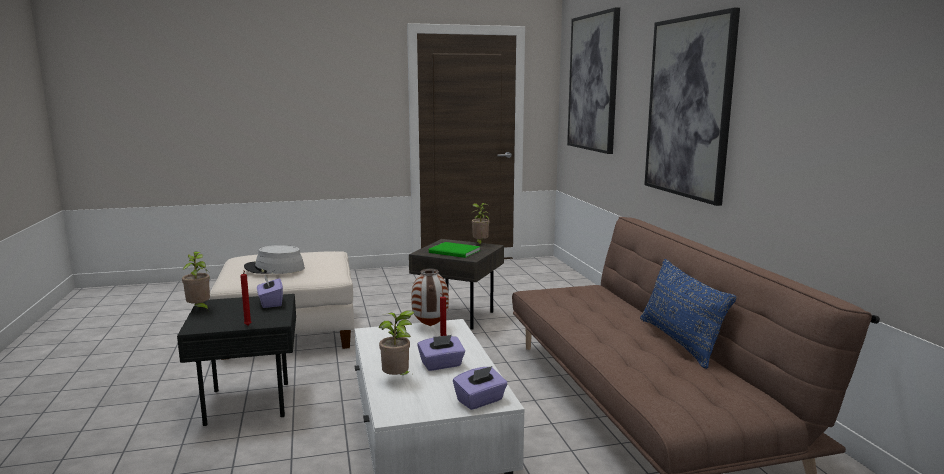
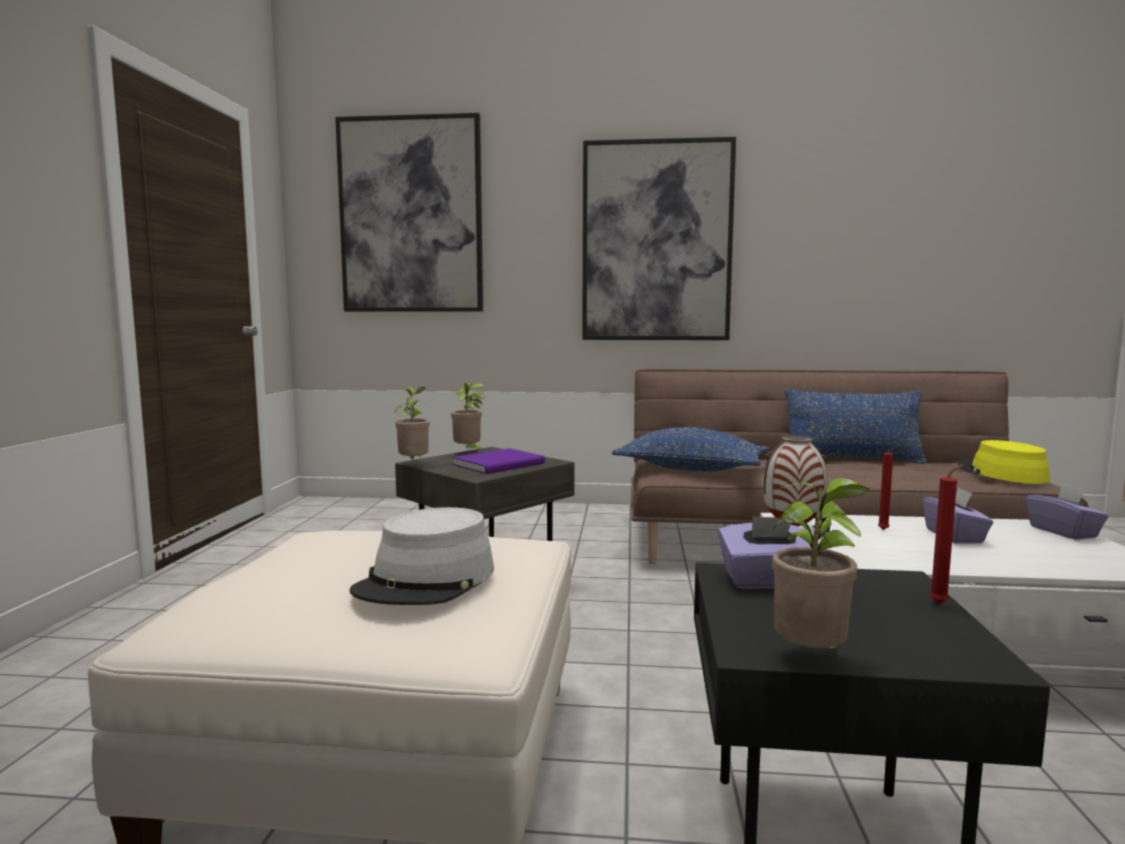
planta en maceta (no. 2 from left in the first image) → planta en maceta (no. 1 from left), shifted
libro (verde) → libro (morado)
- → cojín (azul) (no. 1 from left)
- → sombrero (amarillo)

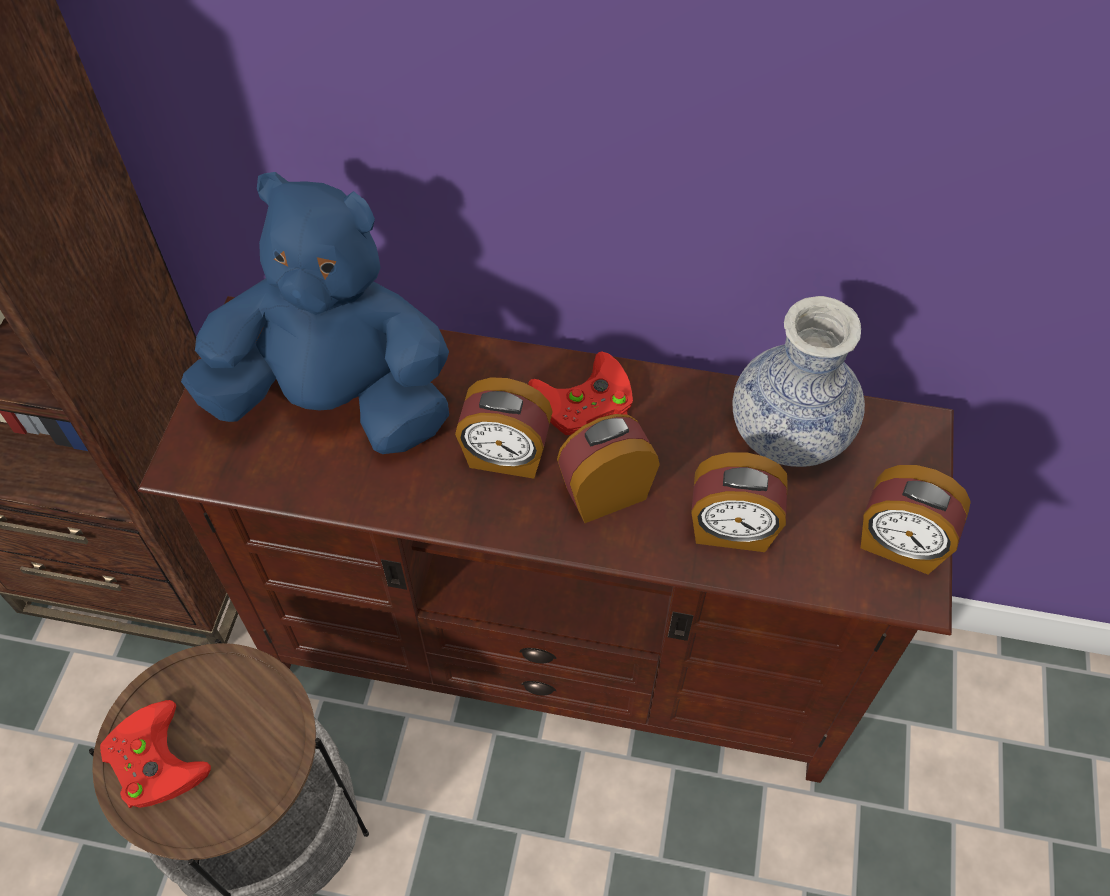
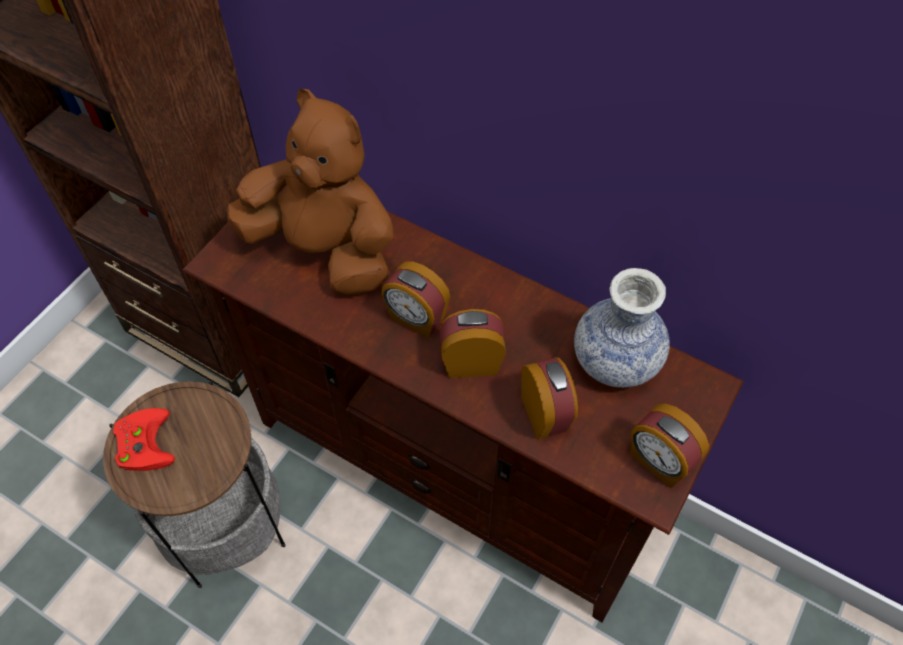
peluche (azul) → peluche (marrón)
mando de consola (rojo) (no. 2 from left) → -
despertador (no. 3 from left), 135 degrees counterclockwise

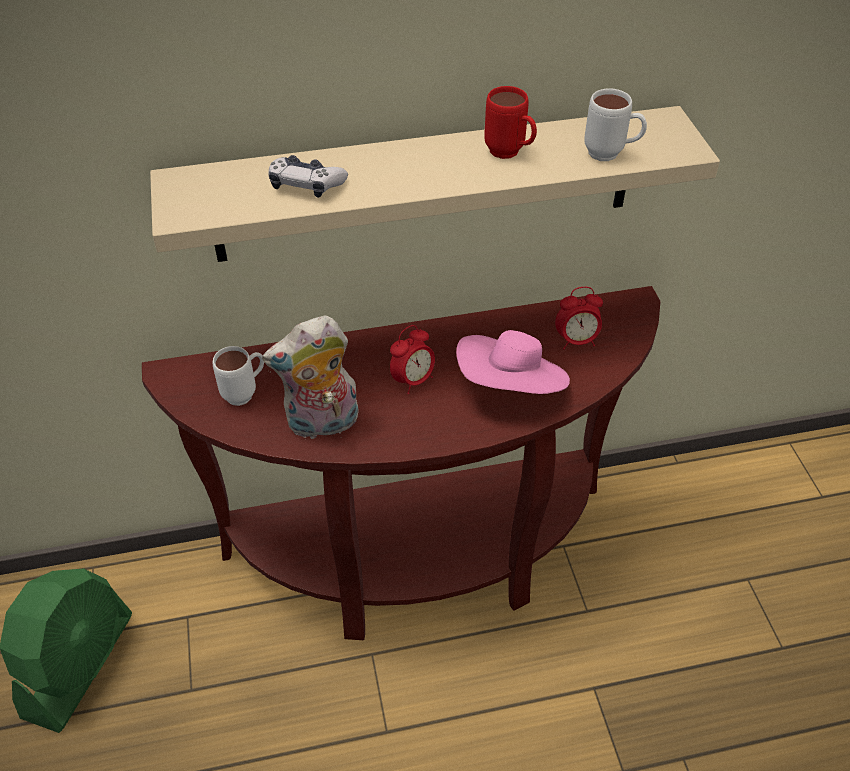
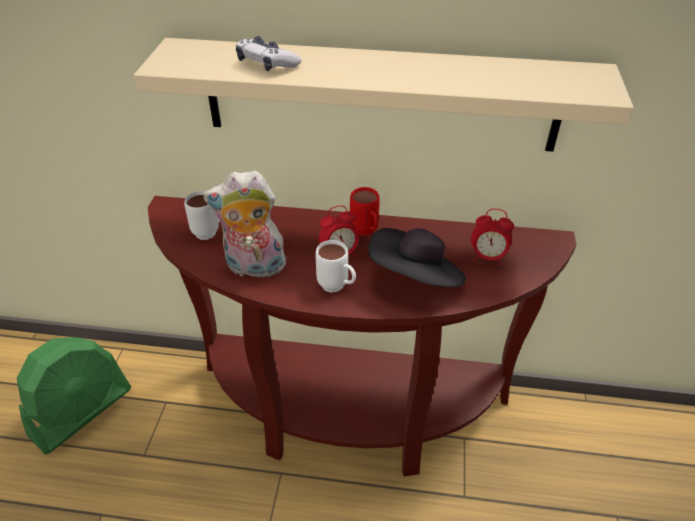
sombrero (rosa) → sombrero (negro)
taza grande (rojo), shifted
taza grande (blanco) (no. 2 from left), shifted

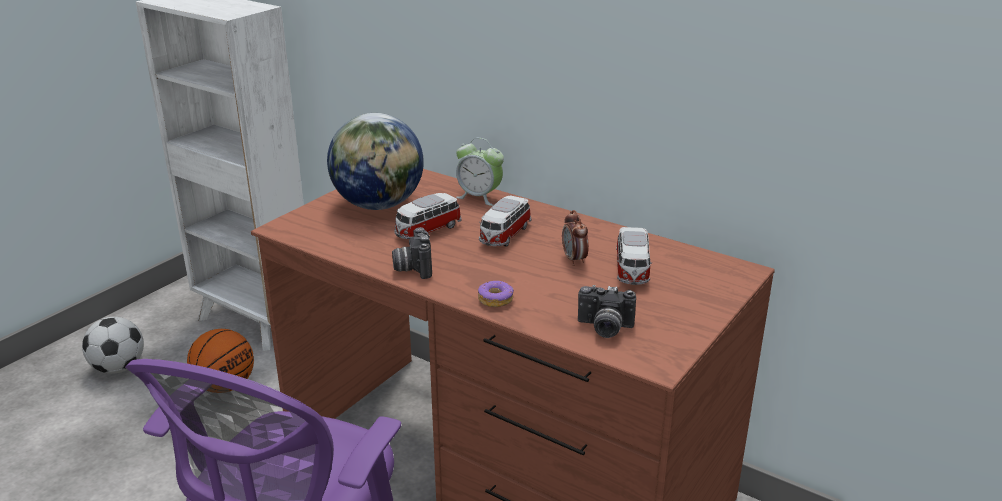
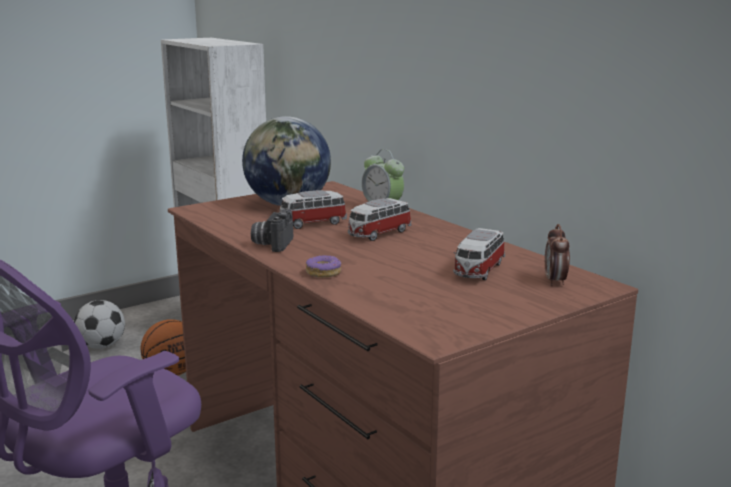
despertador (no. 2 from left), shifted
cámara (no. 2 from left) → -

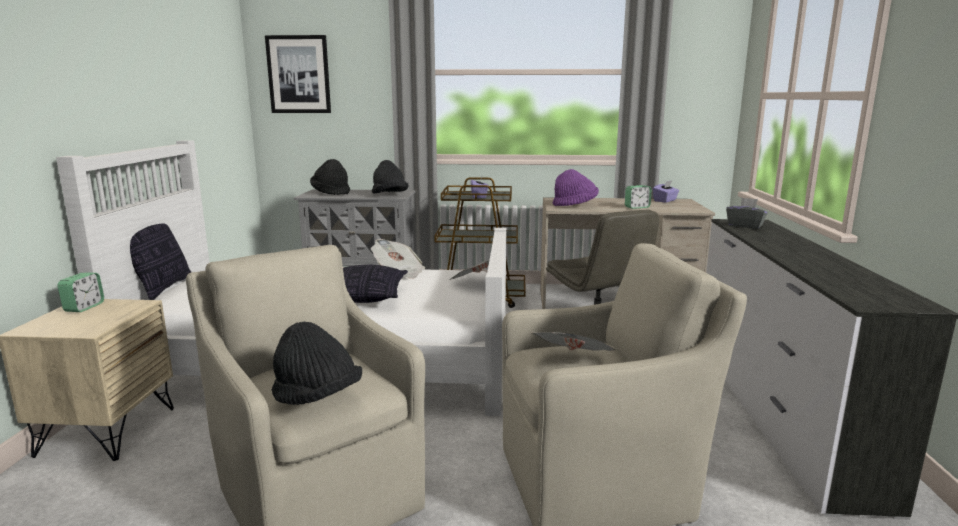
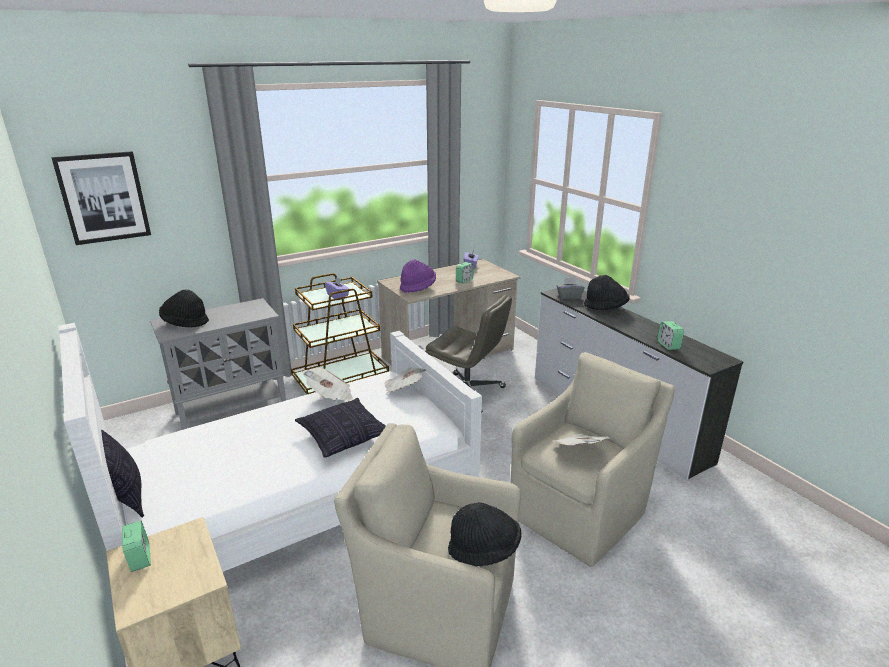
sombrero (negro) (no. 3 from left), shifted
- → despertador (no. 3 from left)

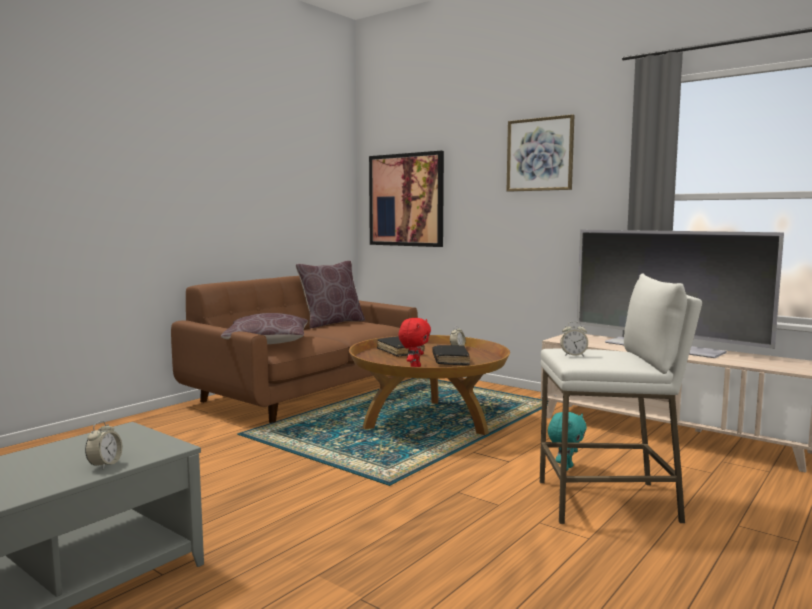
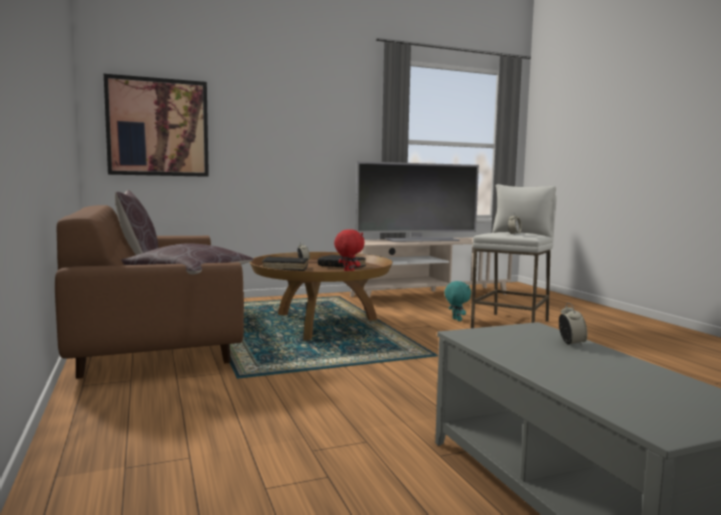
despertador (no. 1 from left in the first image) → despertador (no. 3 from left), 45 degrees clockwise
cuadro (no. 2 from left) → -

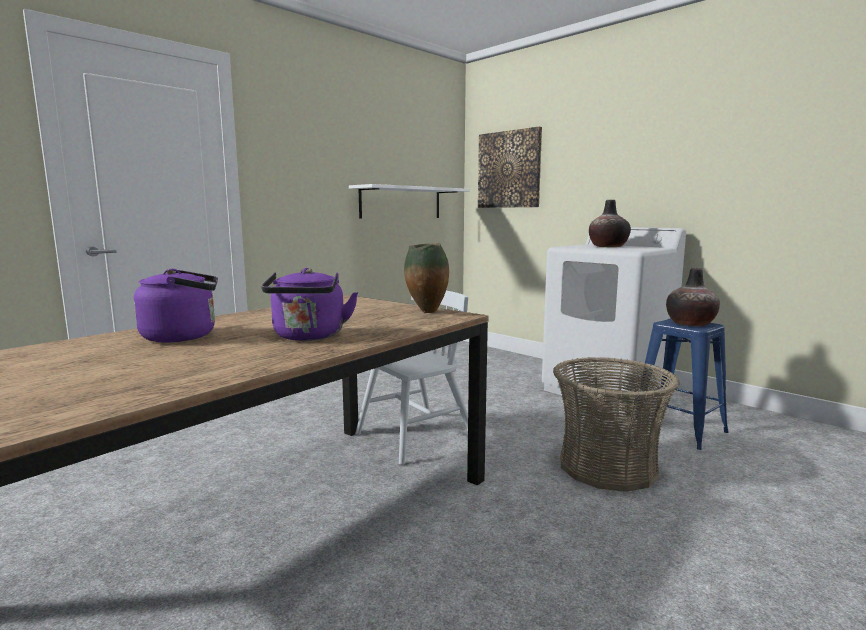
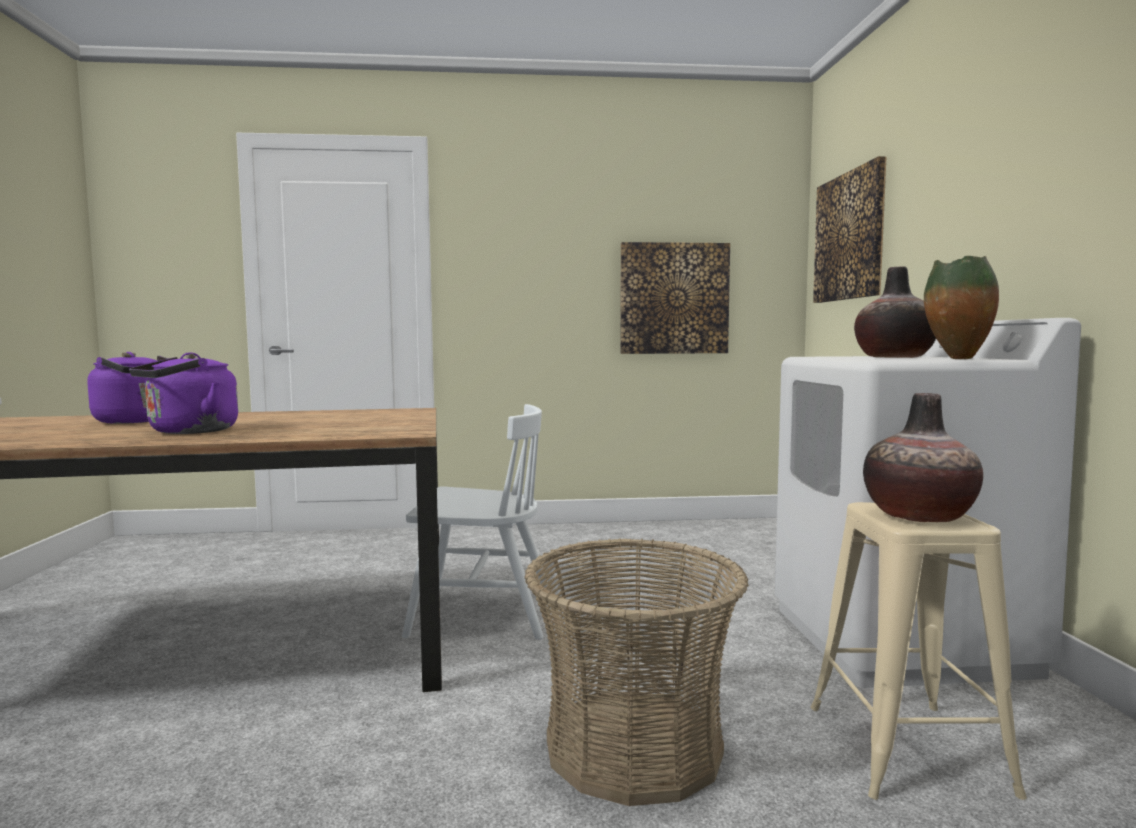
estante (blanco) → cuadro (no. 1 from left)
florero (no. 1 from left in the first image) → florero (no. 3 from left), shifted
taburete (azul) → taburete (beis)

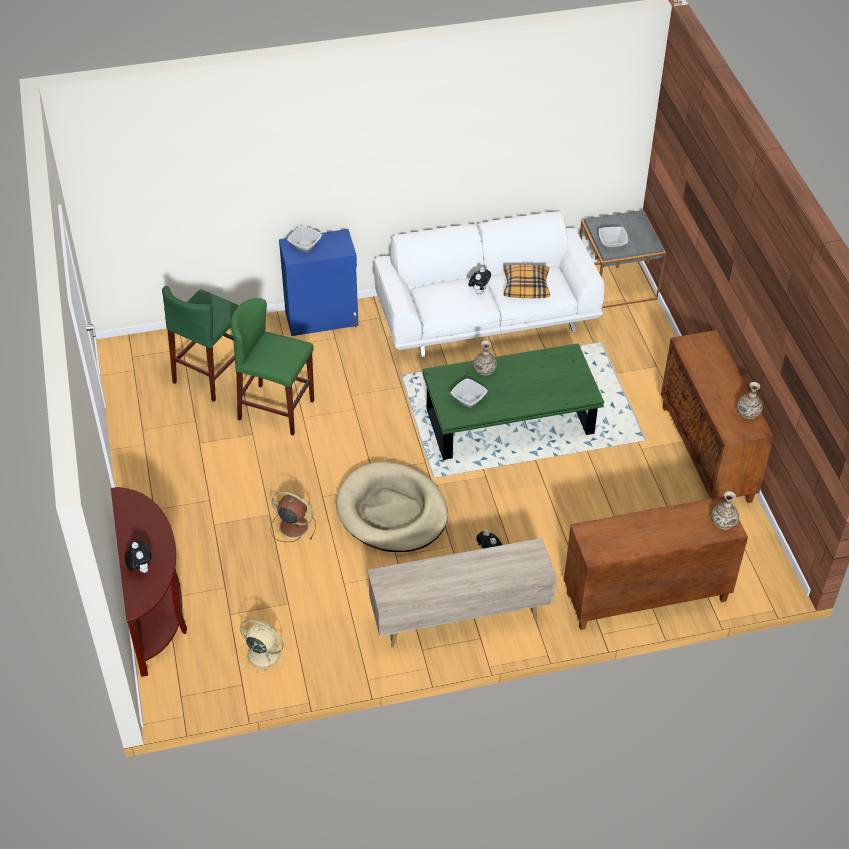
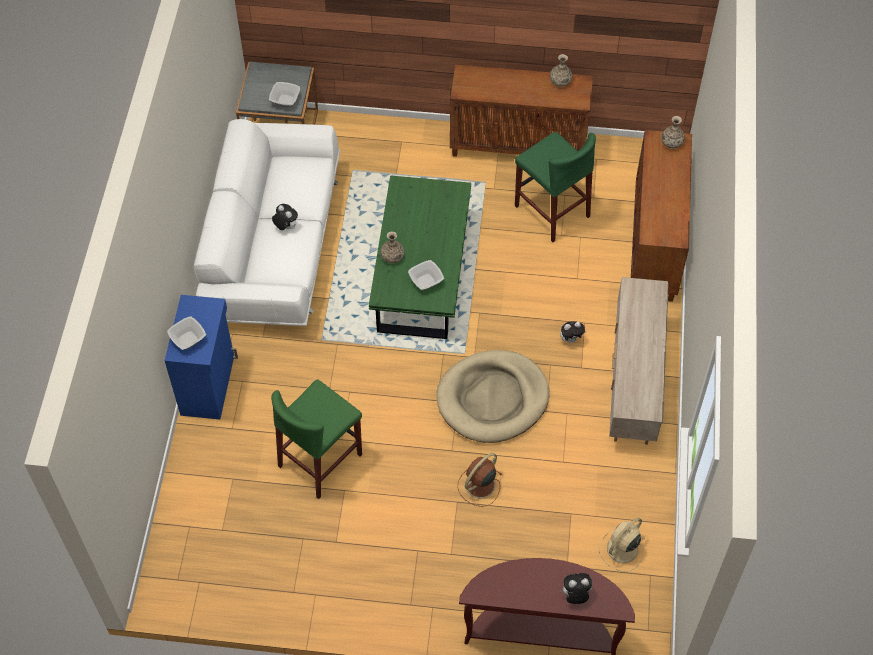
taburete (verde) (no. 1 from left in the first image) → taburete (verde) (no. 2 from left), shifted
cojín → -

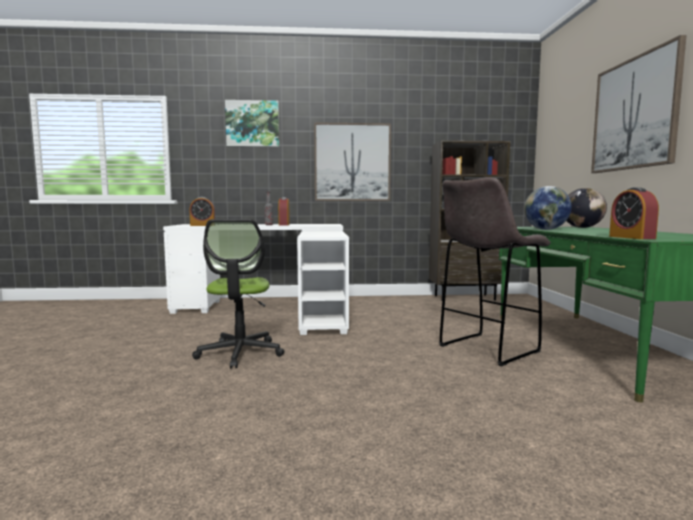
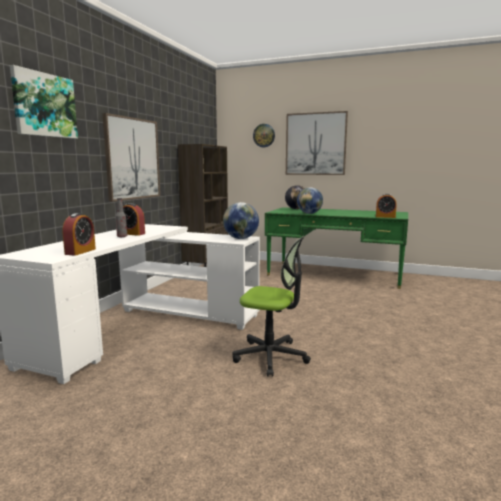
taburete (gris) → -
- → globo terráqueo (no. 1 from left)
- → reloj de pared

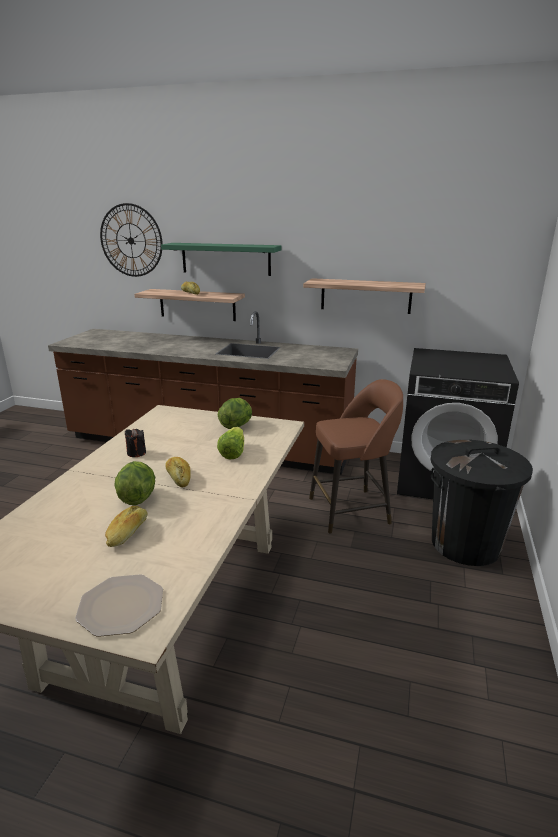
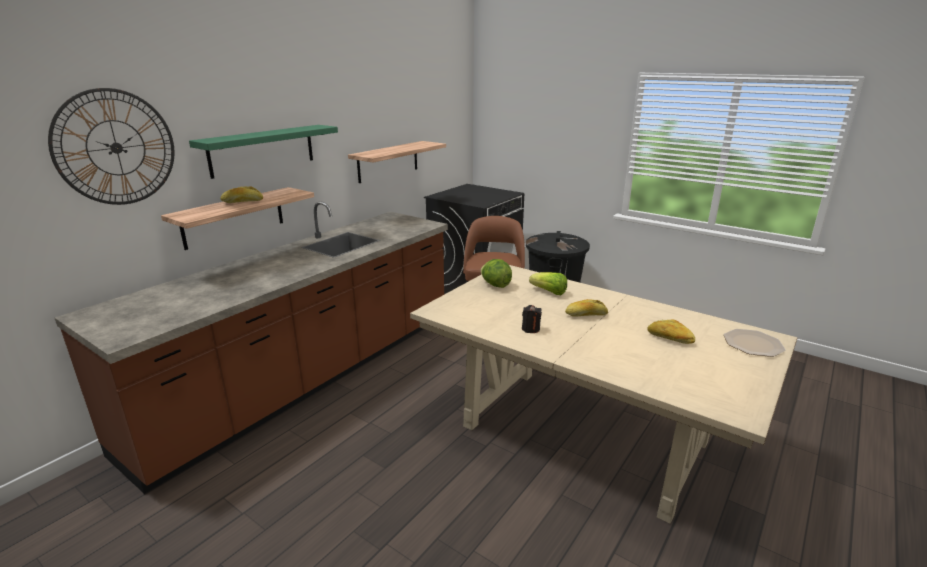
lechuga (no. 1 from left) → -

